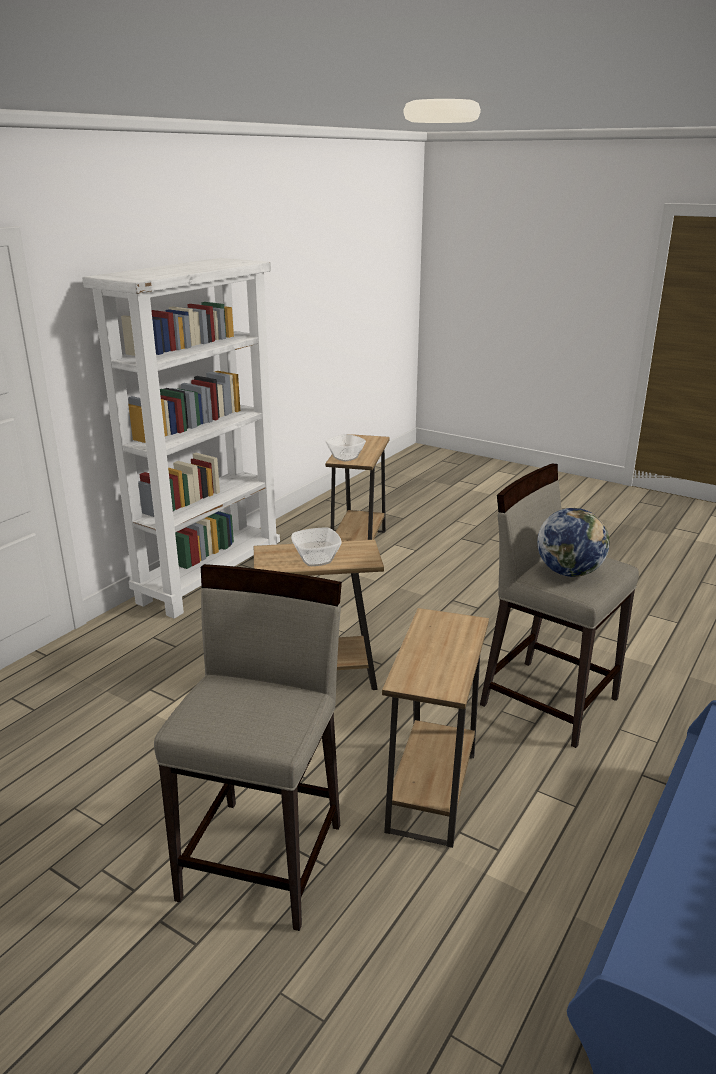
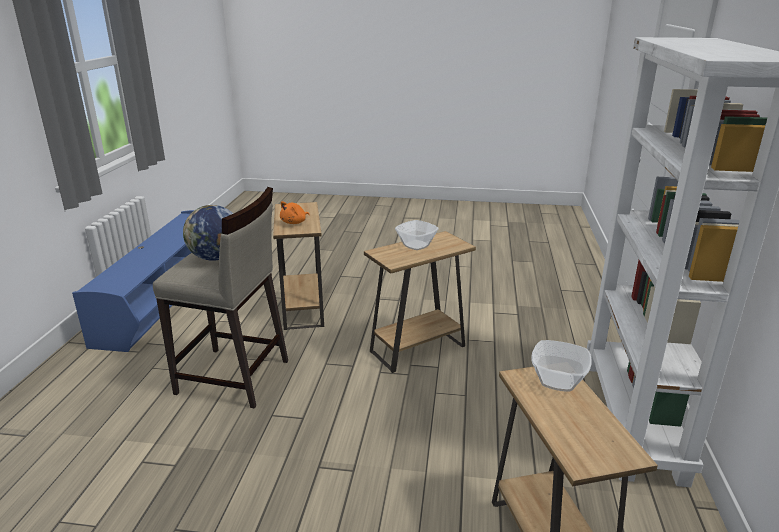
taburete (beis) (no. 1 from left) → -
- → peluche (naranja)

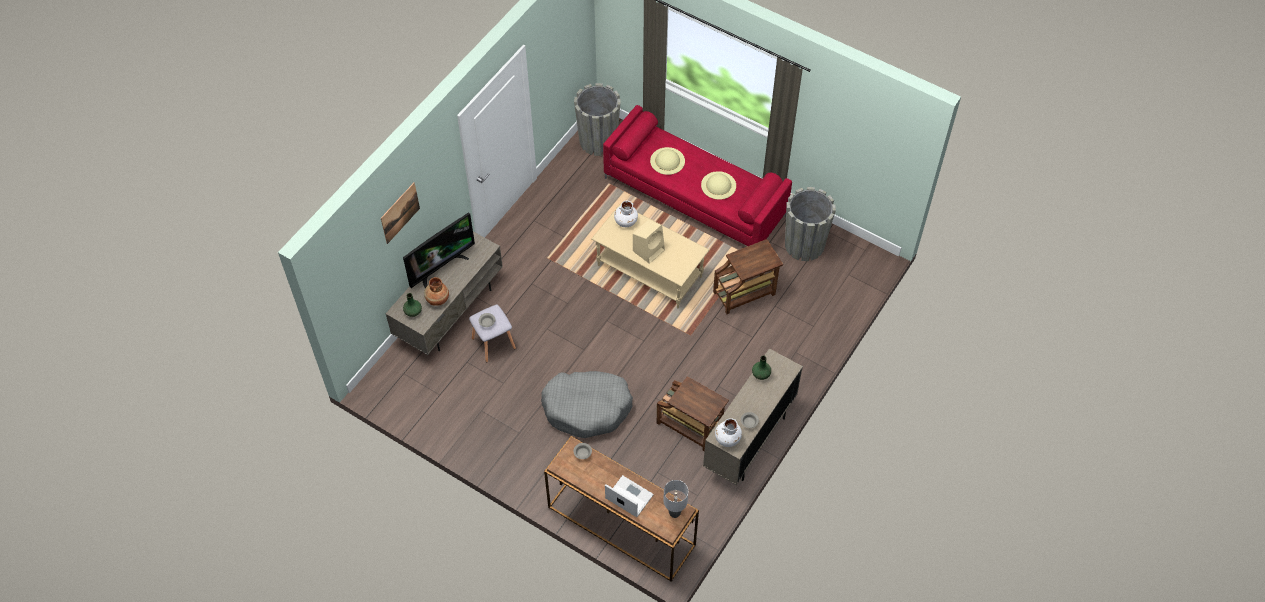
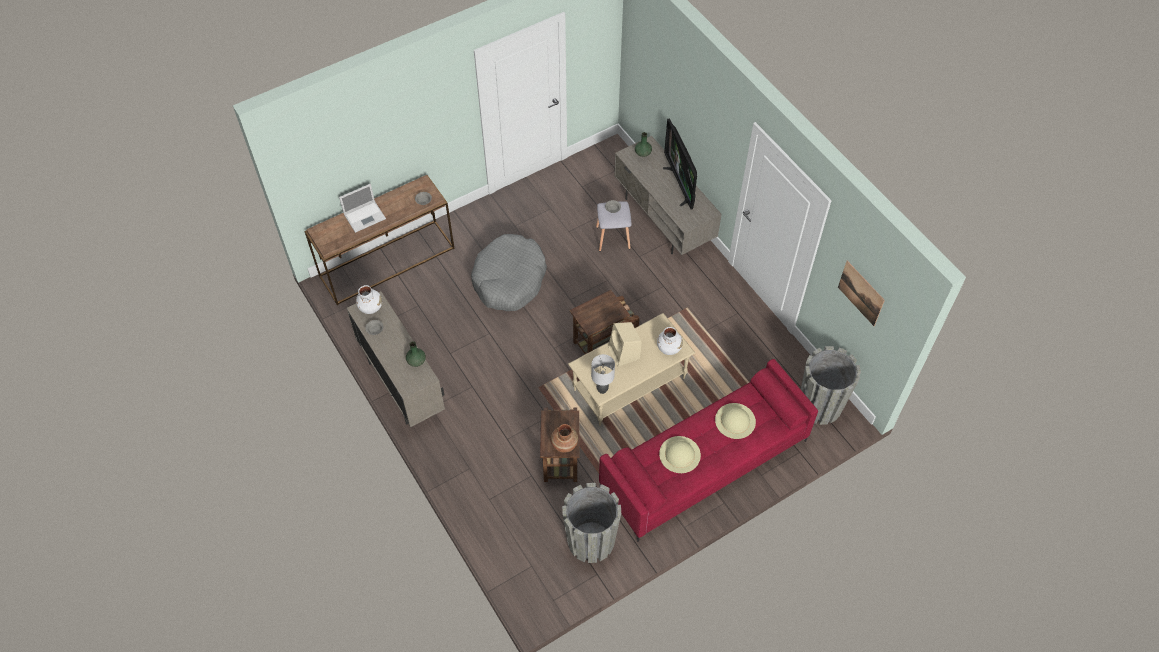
cuadro, shifted
florero (marrón), shifted
mesa auxiliar (marrón) (no. 1 from left in the first image) → mesa auxiliar (marrón) (no. 2 from left), shifted
lámpara de mesa (gris), shifted

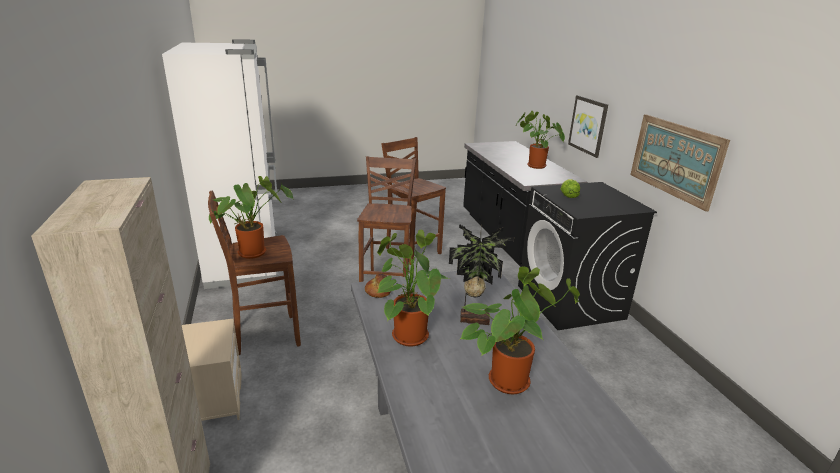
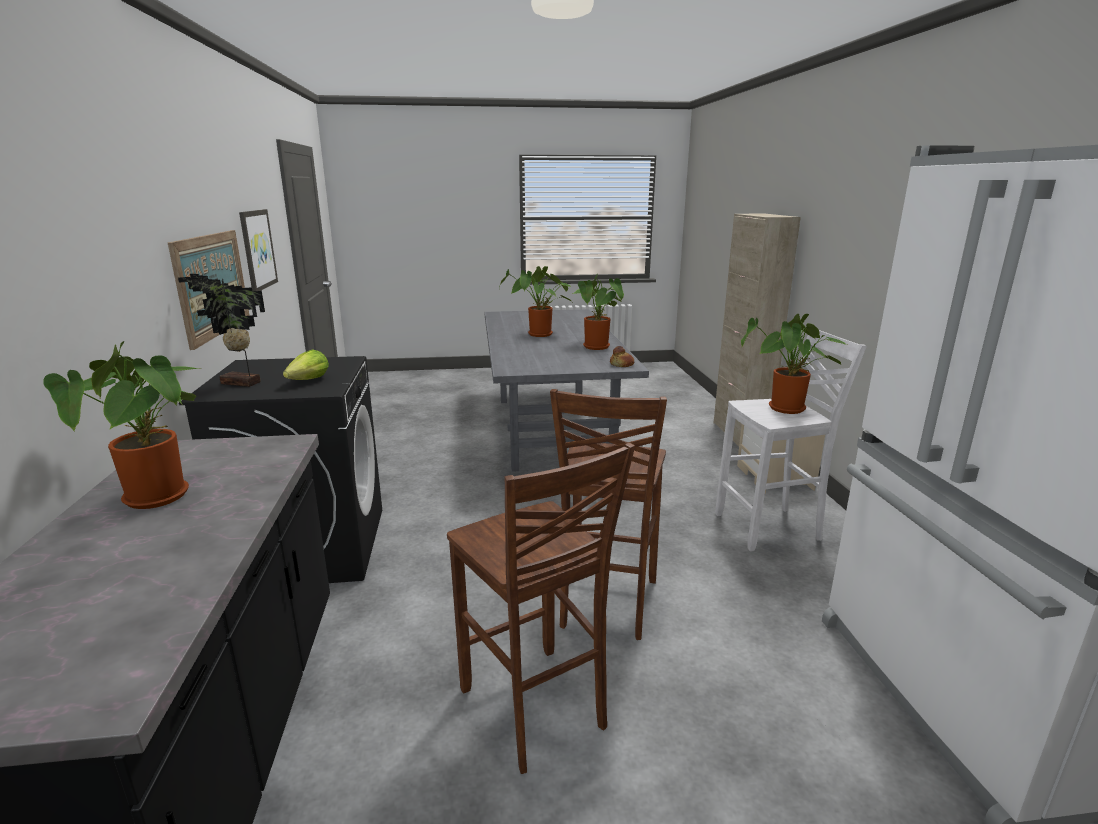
taburete (marrón) (no. 1 from left) → taburete (blanco)
planta en maceta (no. 3 from left in the first image) → planta en maceta (no. 2 from left), shifted
cuadro (no. 1 from left in the first image) → cuadro (no. 2 from left), shifted

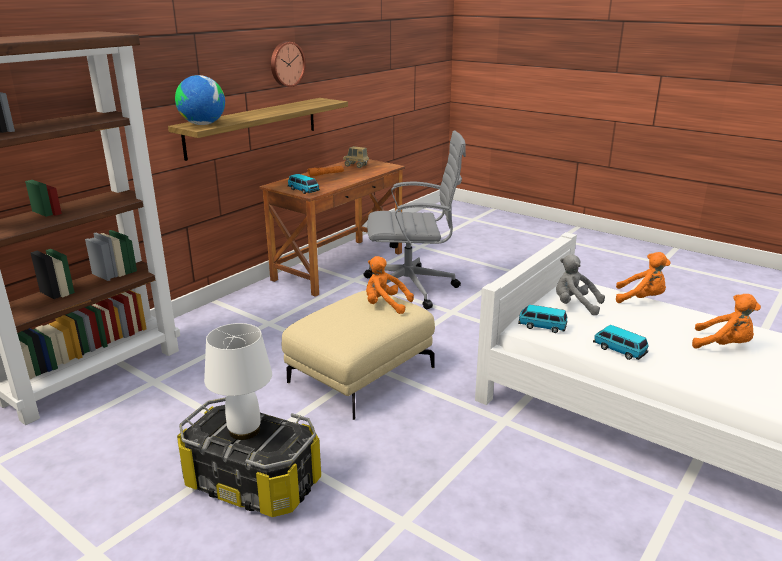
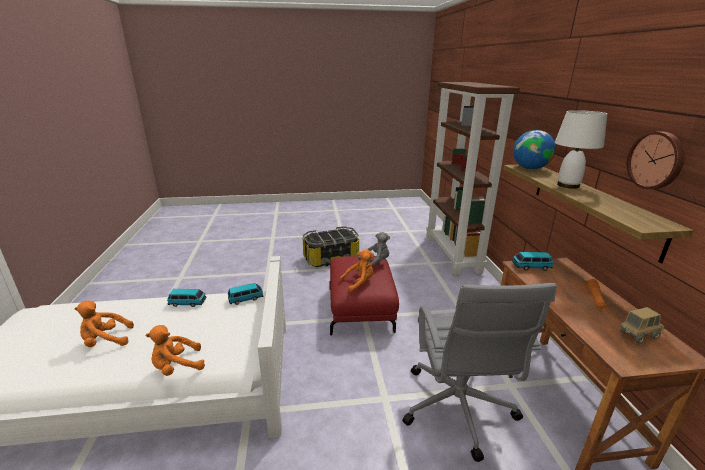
lámpara de mesa (blanco), shifted
puf (beis) → puf (rojo)
silla de oficina (gris), 45 degrees counterclockwise
peluche (gris), shifted

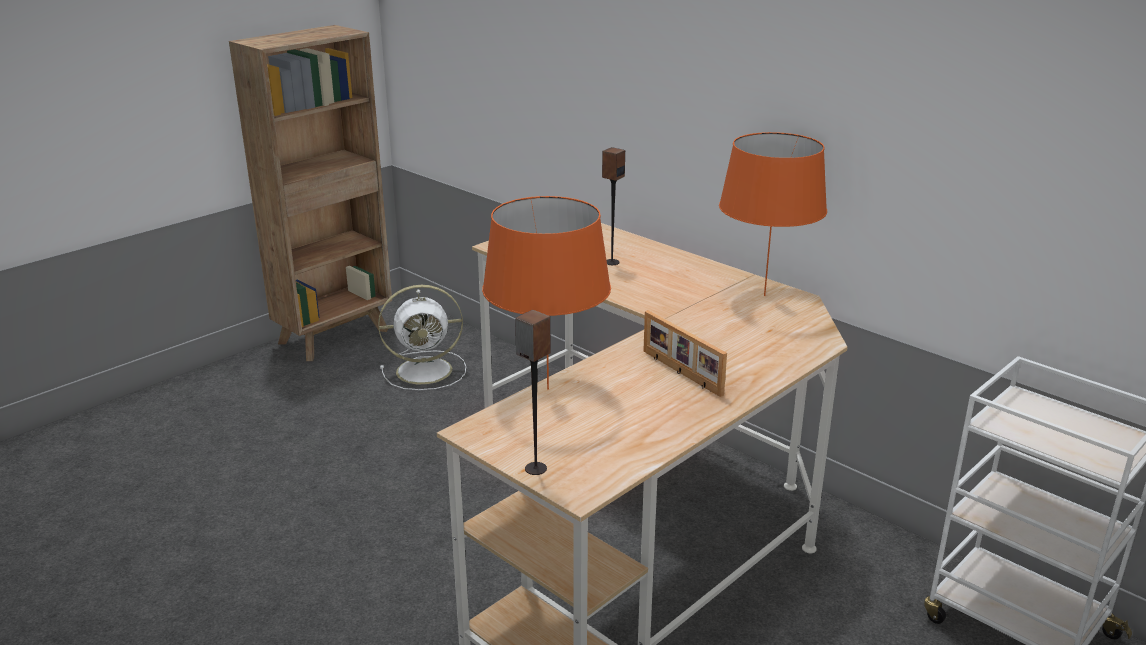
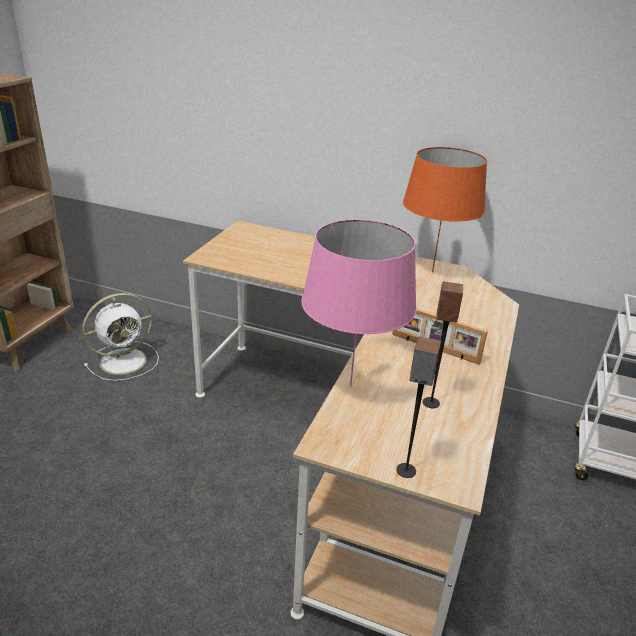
lámpara de mesa (naranja) (no. 1 from left) → lámpara de mesa (rosa)
altavoz (no. 2 from left), shifted

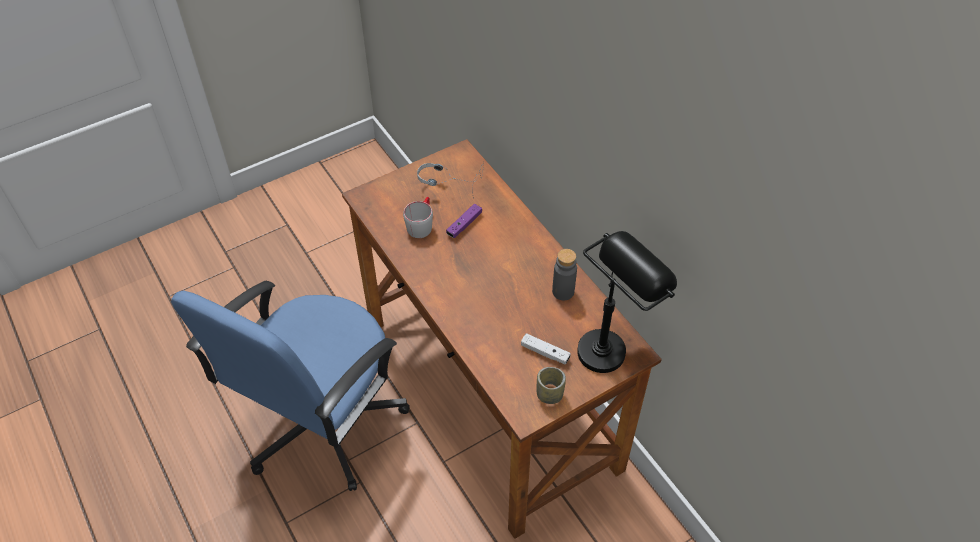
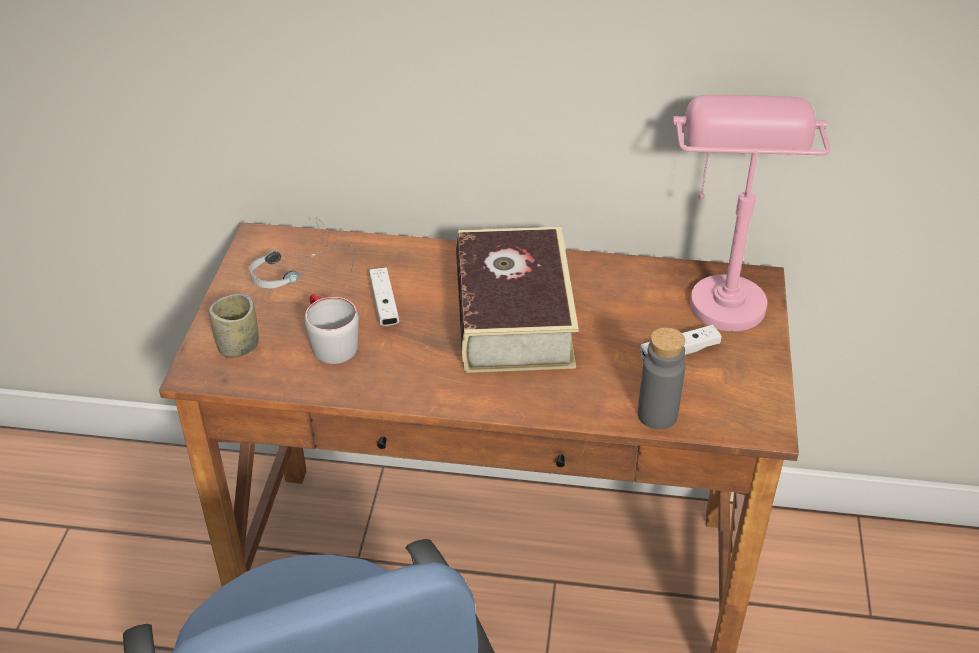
mando de consola (morado) → mando de consola (blanco) (no. 1 from left)
taza, shifted
botella (gris), shifted
lámpara de mesa (negro) → lámpara de mesa (rosa)
- → libro

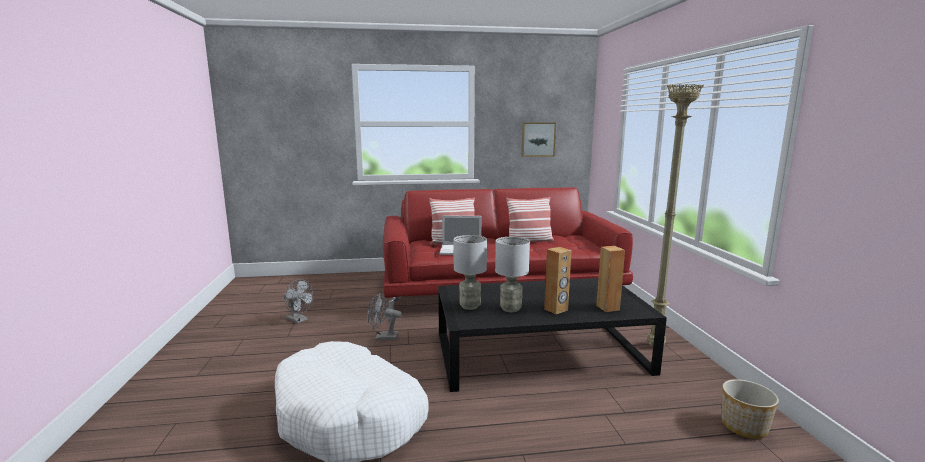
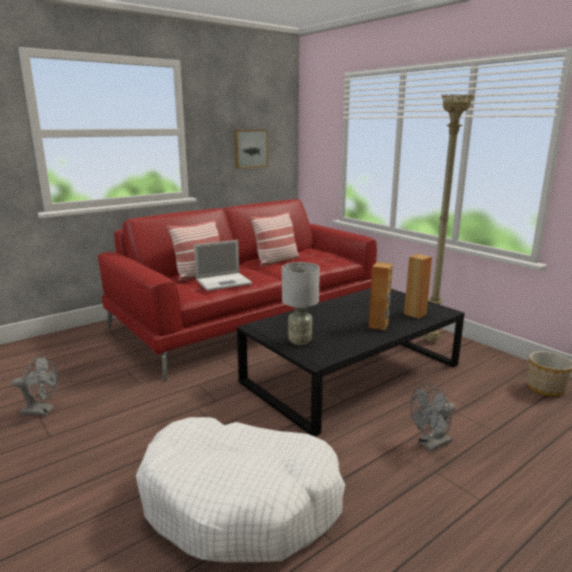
ventilador (gris) (no. 2 from left), shifted
lámpara de mesa (gris) (no. 2 from left) → -

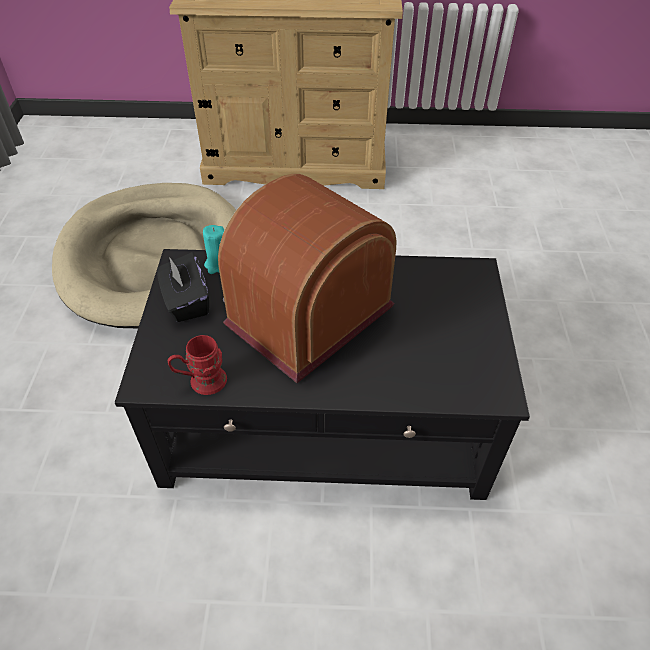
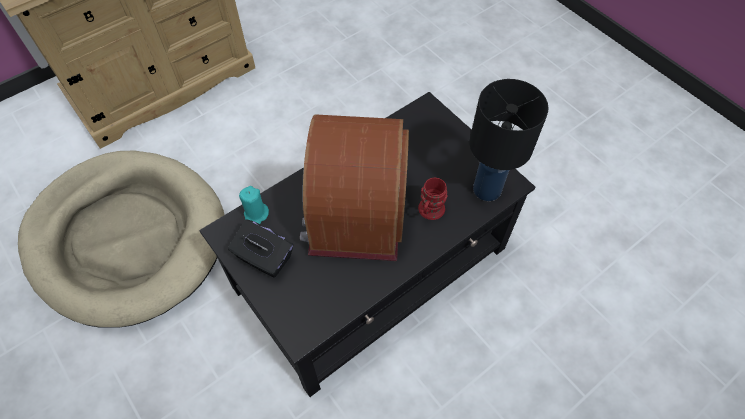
taza grande (rojo), shifted
- → lámpara de mesa (negro)

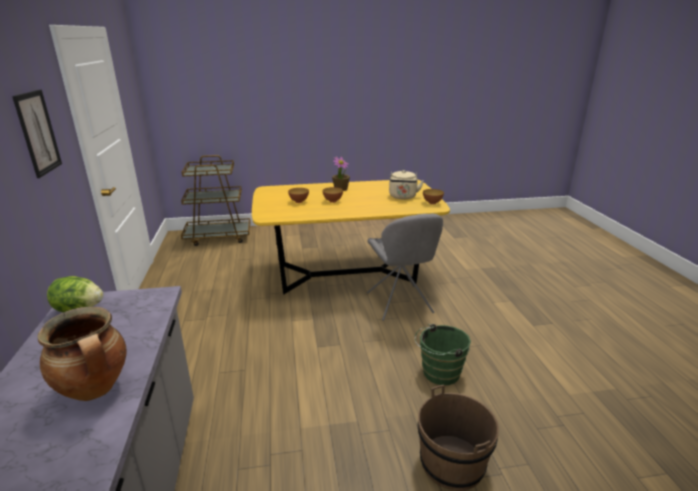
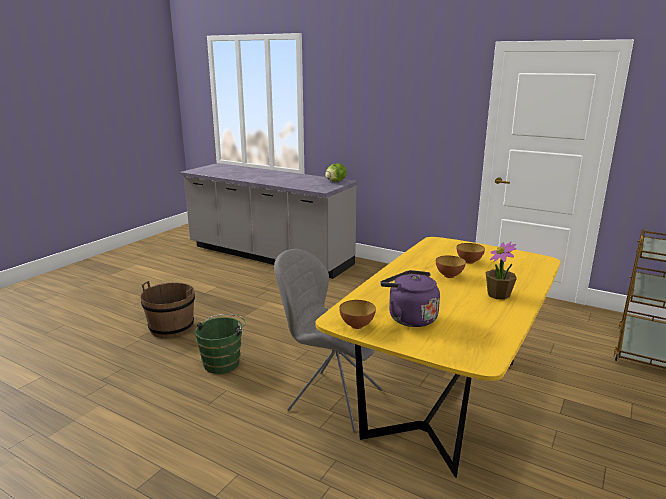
cuadro → -
olla → -
hervidor (beis) → hervidor (morado)

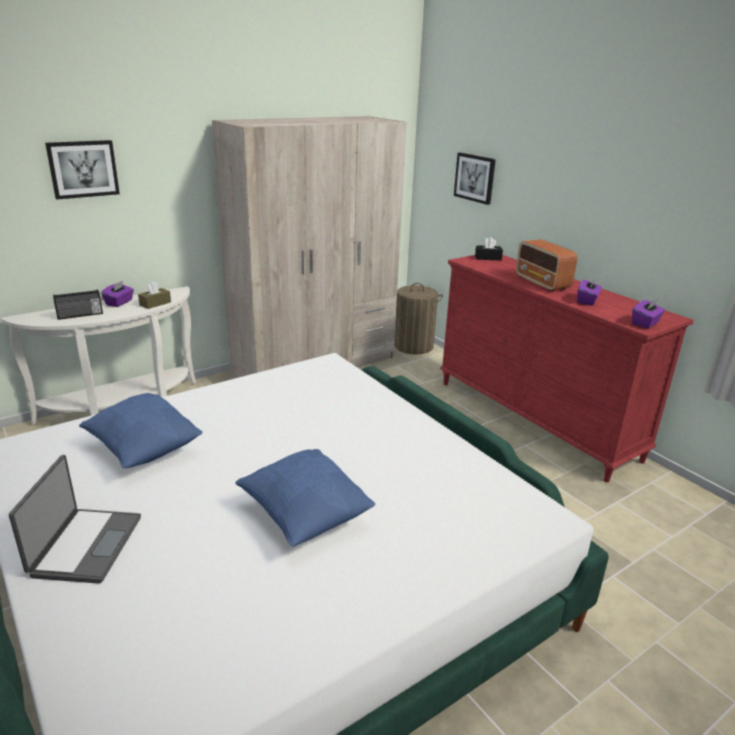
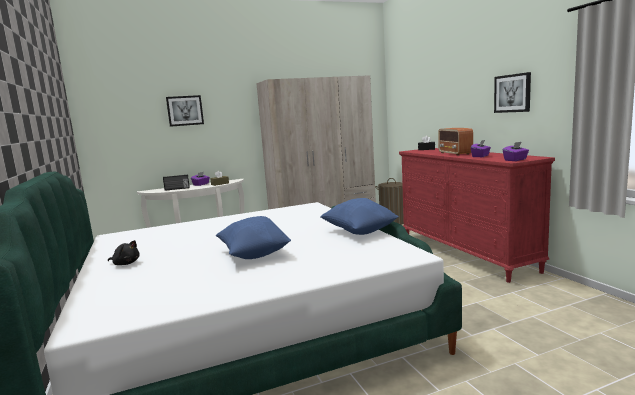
portátil → peluche (negro)
cojín (azul) (no. 1 from left in the first image) → cojín (azul) (no. 2 from left), shifted
cuadro (no. 2 from left), shifted

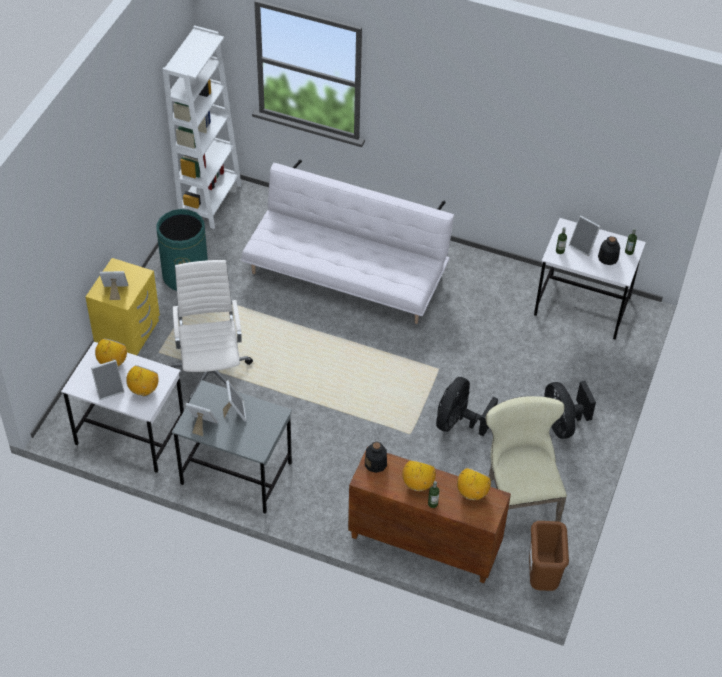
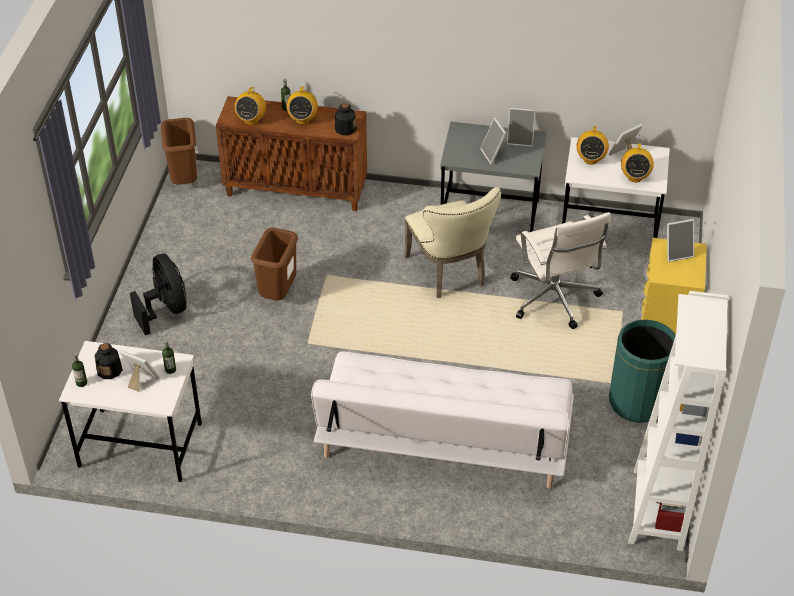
ventilador (negro) (no. 1 from left) → papelera (marrón) (no. 2 from left)
silla (beis), shifted

